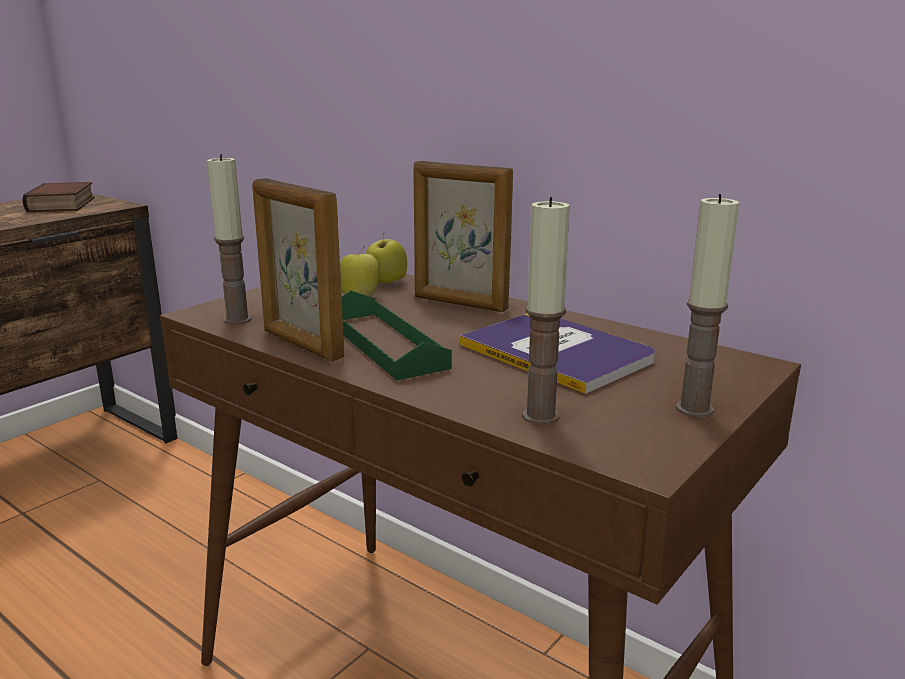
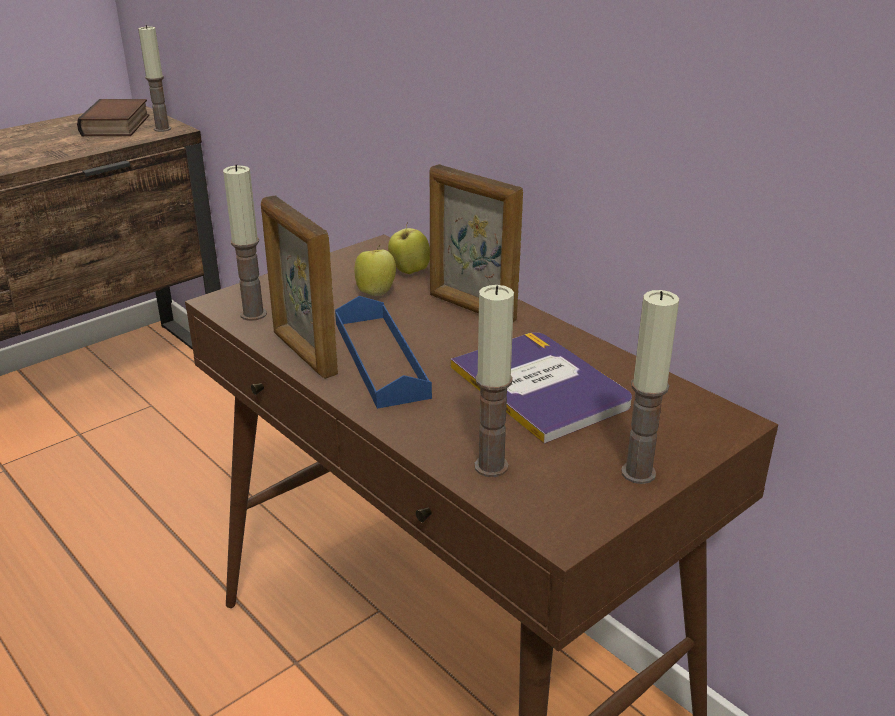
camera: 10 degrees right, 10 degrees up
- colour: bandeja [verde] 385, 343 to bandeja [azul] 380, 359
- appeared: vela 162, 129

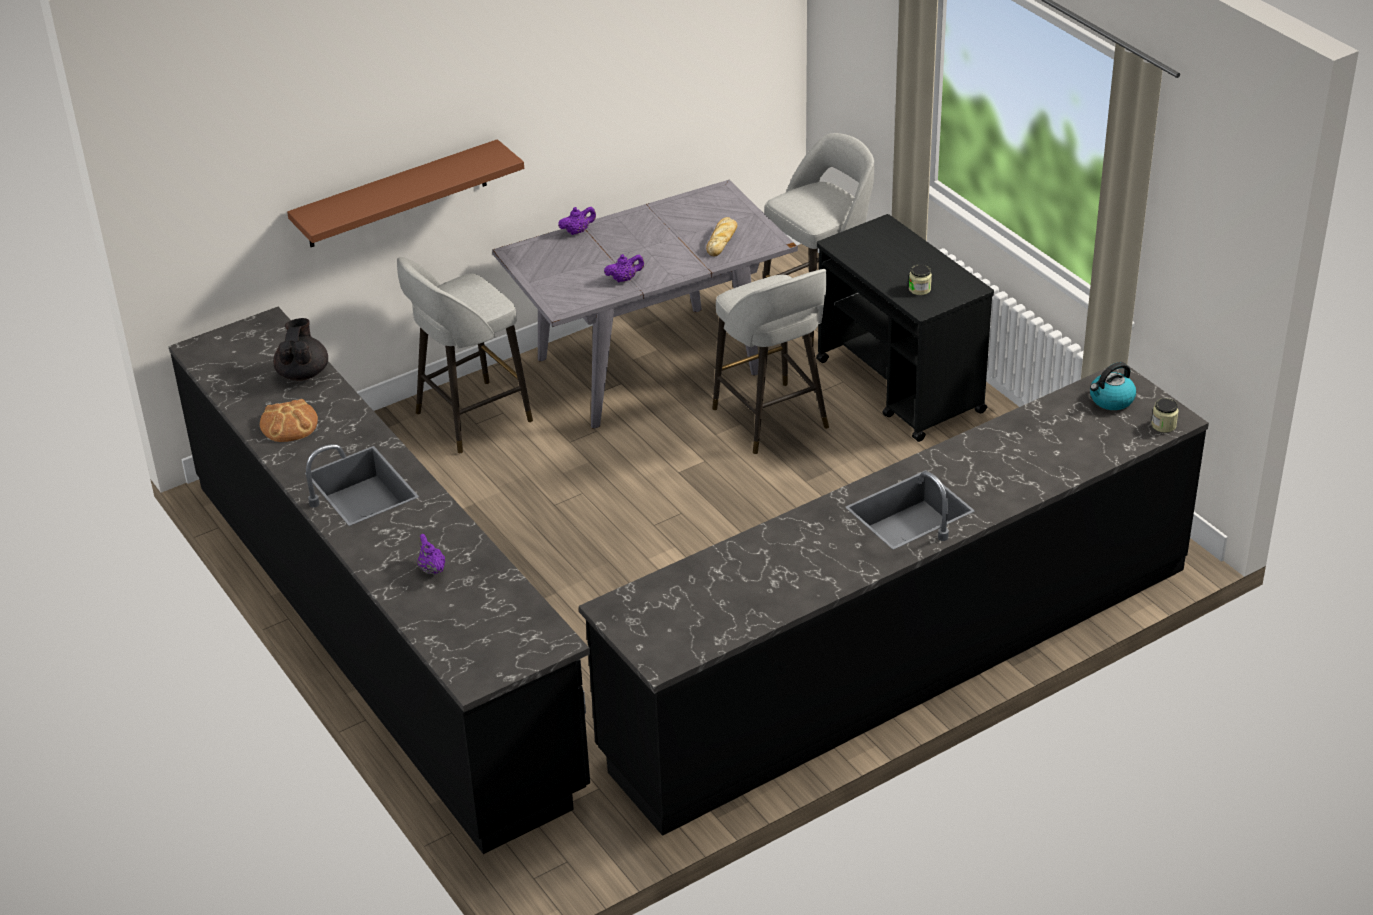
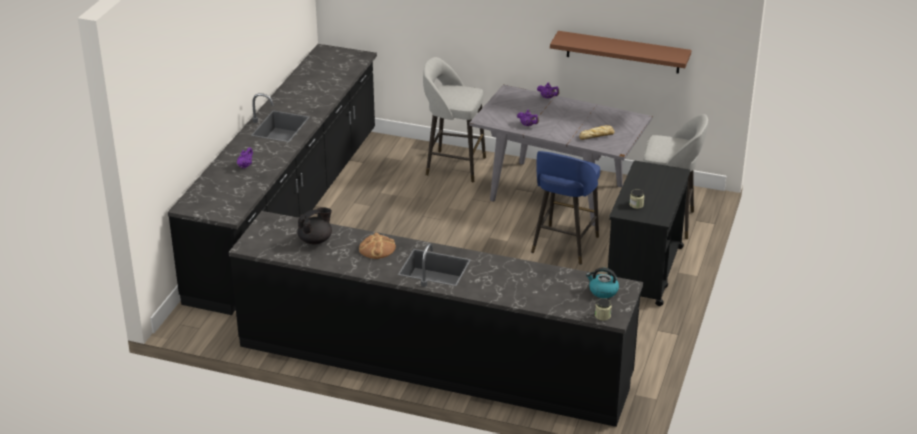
camera: 50 degrees right, 5 degrees down
- relocated: pan 289, 424 to 377, 248
- relocated: tetera [negro] 303, 373 to 315, 240
- relocated: estante [marrón] 397, 194 to 623, 52
- colour: taburete [gris] 772, 420 to taburete [azul] 564, 246

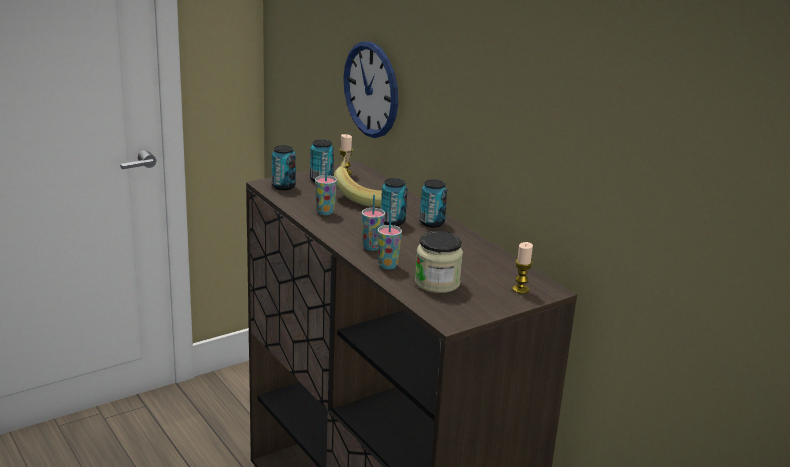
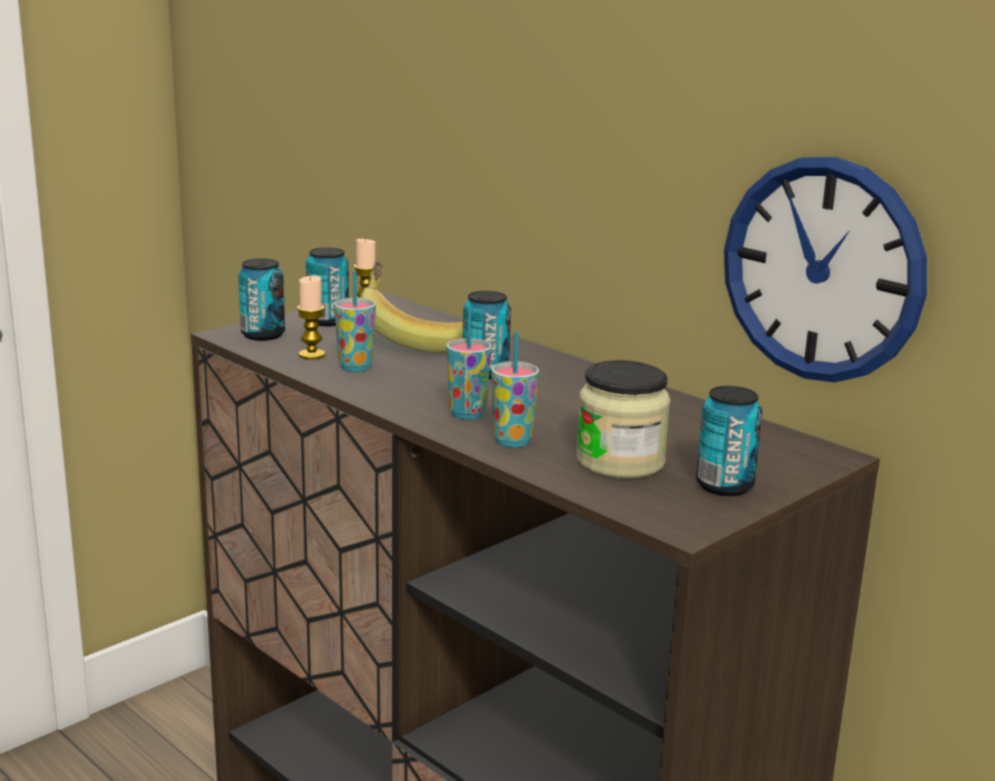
camera: 10 degrees left, 5 degrees down
- relocated: reloj de pared 371, 89 to 822, 270
- relocated: lata 432, 223 to 724, 486
- relocated: vela 520, 289 to 311, 355

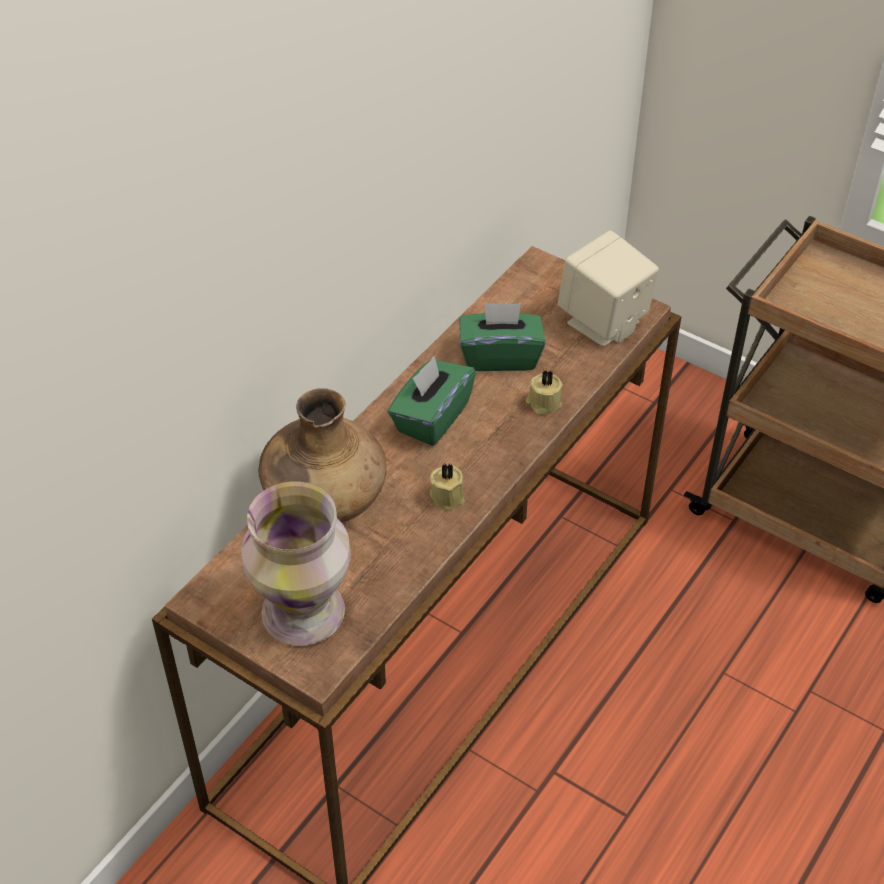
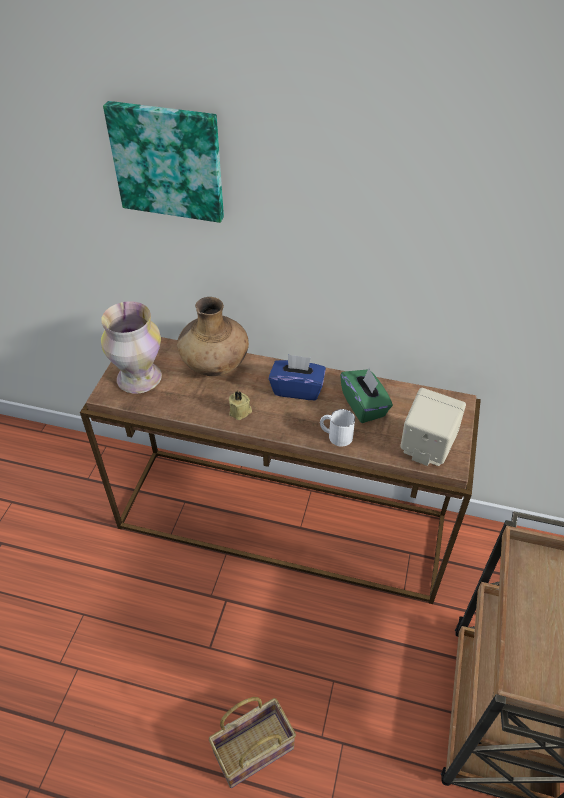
camera: 70 degrees right, 0 degrees up
- colour: caja de pañuelos [verde] 431, 418 to caja de pañuelos [azul] 297, 389
- exchanged: vela [beis] 543, 403 to taza grande [blanco] 335, 435
- appeared: cuadro 168, 161
- appeared: cesta 254, 747

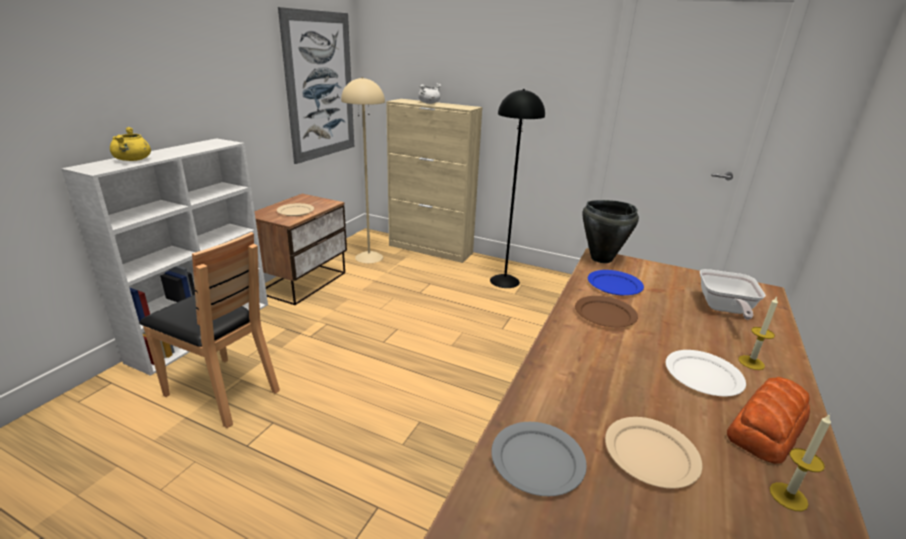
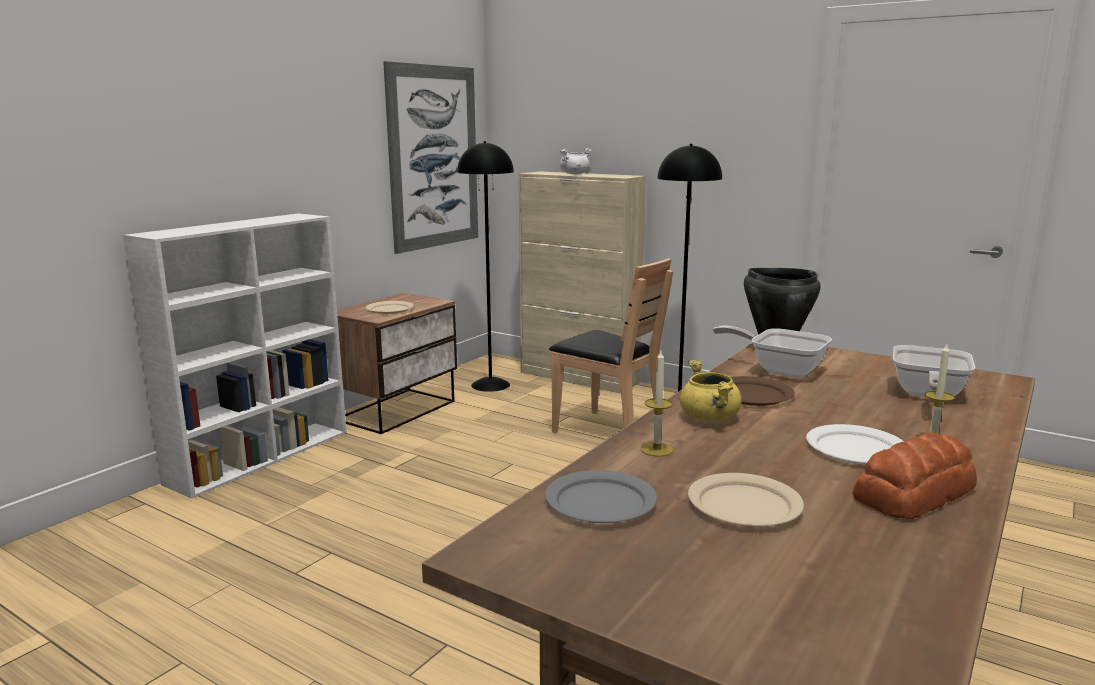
camera: 10 degrees right, 10 degrees down
- relocated: olla [amarillo] 133, 160 to 709, 418
- relocated: silla [marrón] 223, 391 to 608, 432
- colour: lámpara de pie [beis] 369, 257 to lámpara de pie [negro] 490, 385
- exchanged: plato [azul] 614, 285 to sartén 780, 370
- relocated: vela 788, 496 to 656, 449

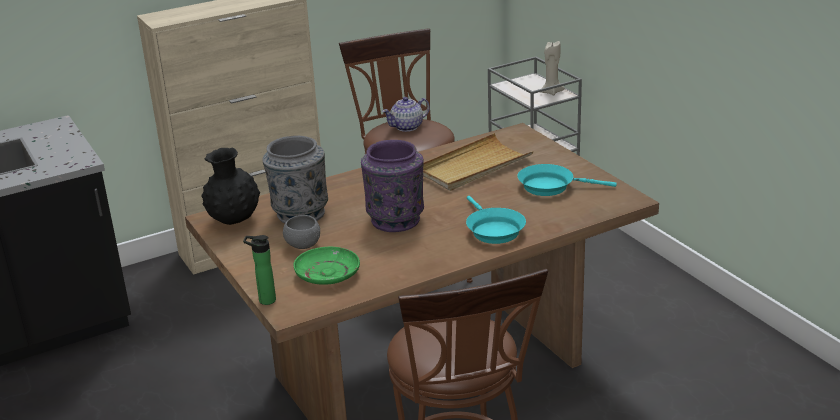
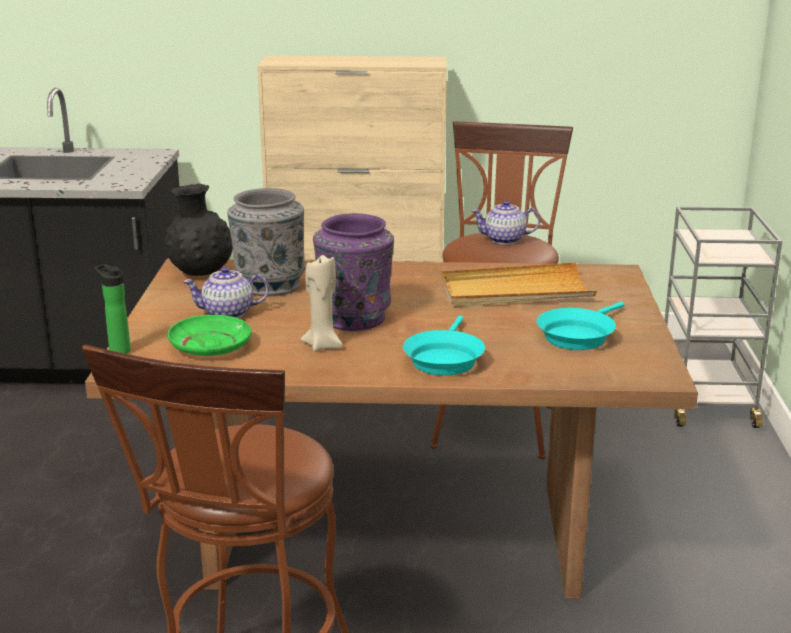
camera: 30 degrees right, 5 degrees down
- exchanged: cuenco [gris] 303, 245 to tetera 228, 313
- spun: sartén [turquesa] 551, 186 = 578, 335 90 degrees counterclockwise
- relocated: vela [beis] 551, 92 to 323, 346

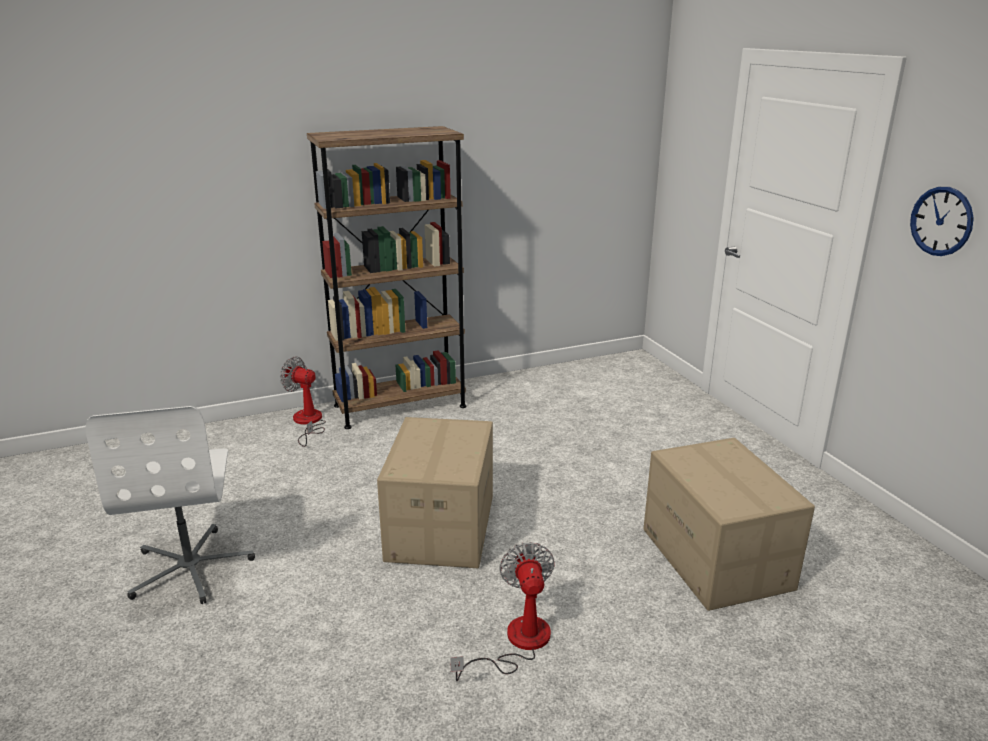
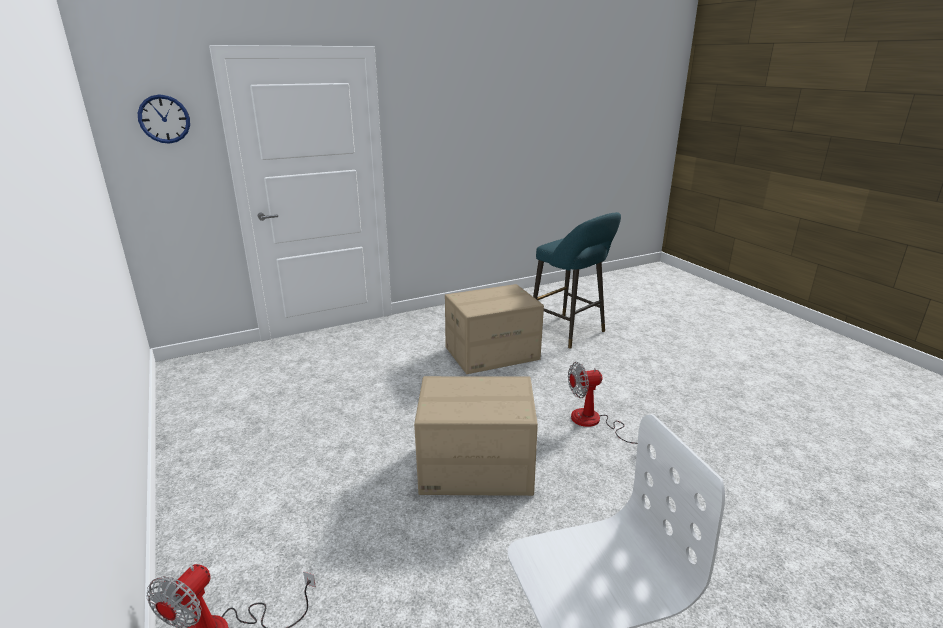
camera: 95 degrees left, 0 degrees up
- missing: estantería [marrón] 400, 406
- relocated: reloj de pared 941, 221 to 164, 119
- appeared: taburete [turquesa] 570, 332

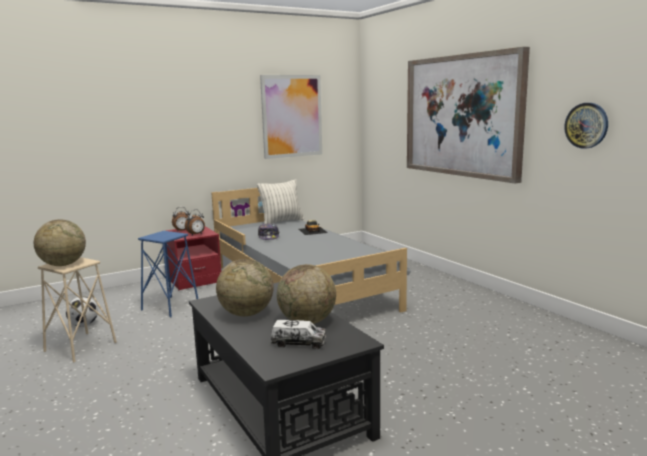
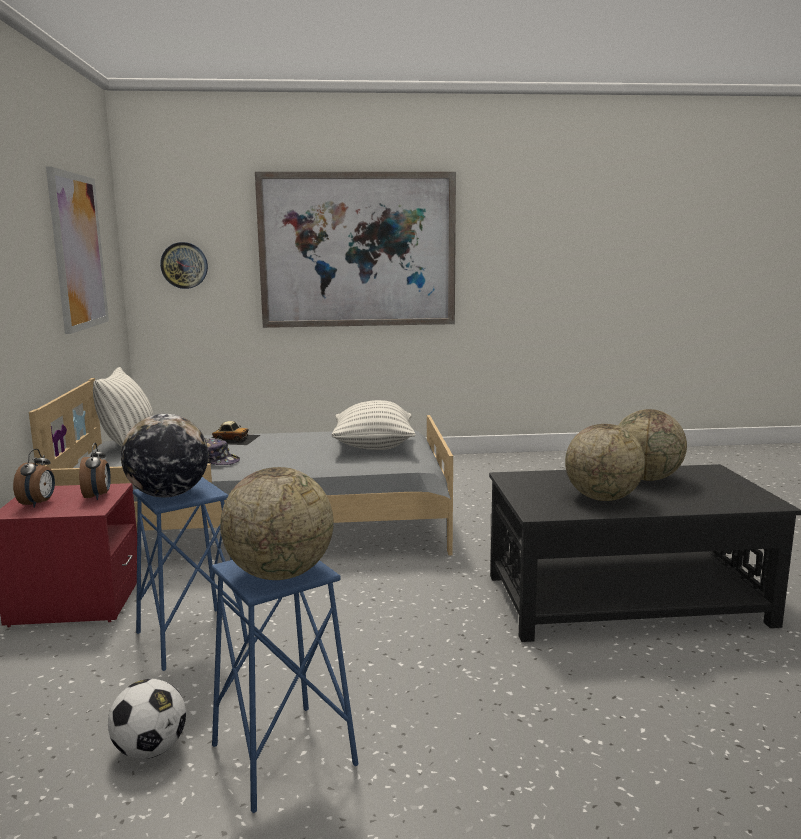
camera: 65 degrees left, 0 degrees up
- colour: taburete [beis] 80, 347 to taburete [azul] 282, 755
- missing: camión de juguete 299, 343
- relocated: reloj de pared 586, 125 to 184, 265
- appeared: globo terráqueo 168, 495
- appeared: cojín 374, 447

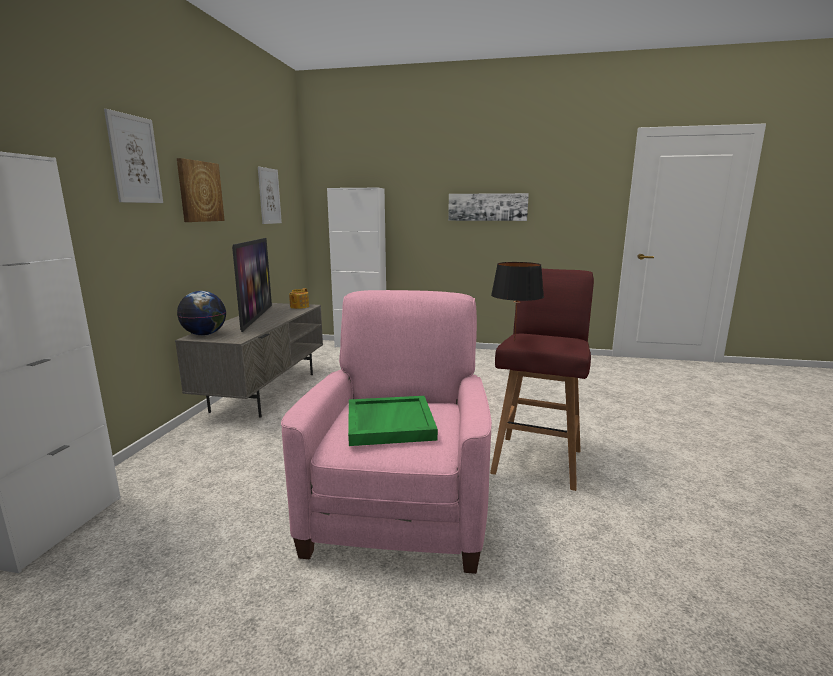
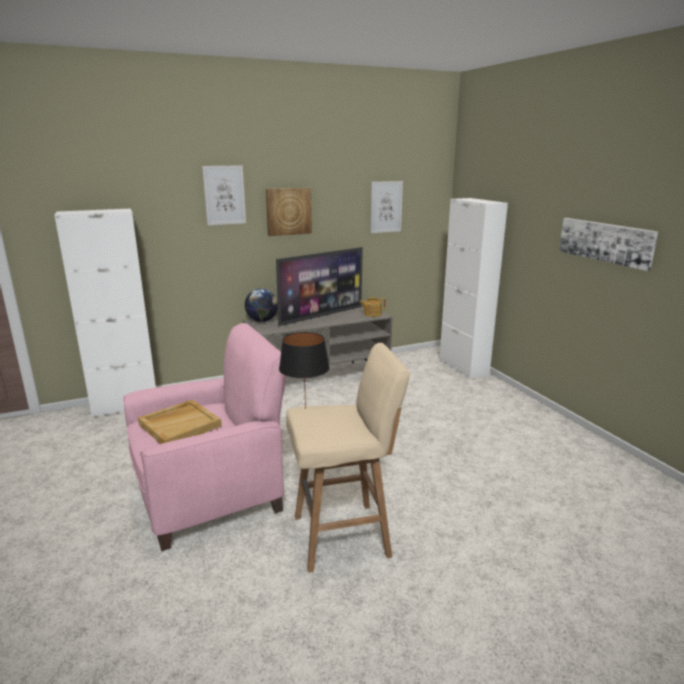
camera: 55 degrees right, 5 degrees up
- colour: bandeja [verde] 389, 423 to bandeja [beis] 180, 425
- colour: taburete [rojo] 538, 460 to taburete [beis] 344, 536

